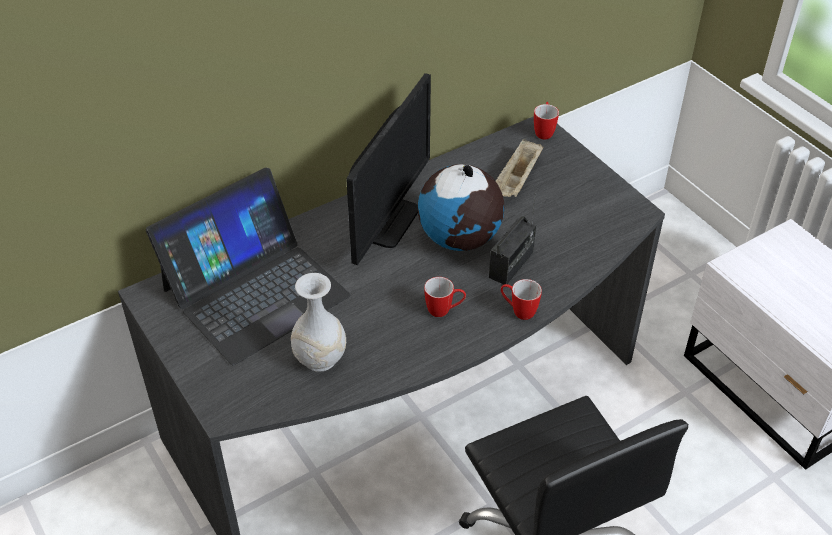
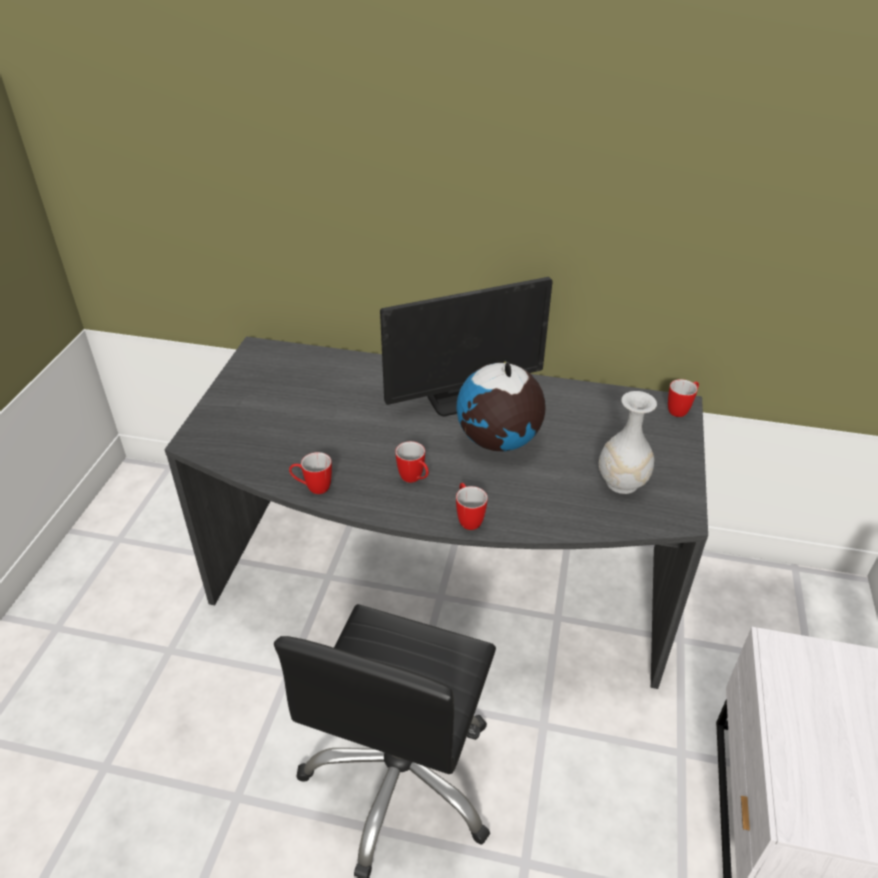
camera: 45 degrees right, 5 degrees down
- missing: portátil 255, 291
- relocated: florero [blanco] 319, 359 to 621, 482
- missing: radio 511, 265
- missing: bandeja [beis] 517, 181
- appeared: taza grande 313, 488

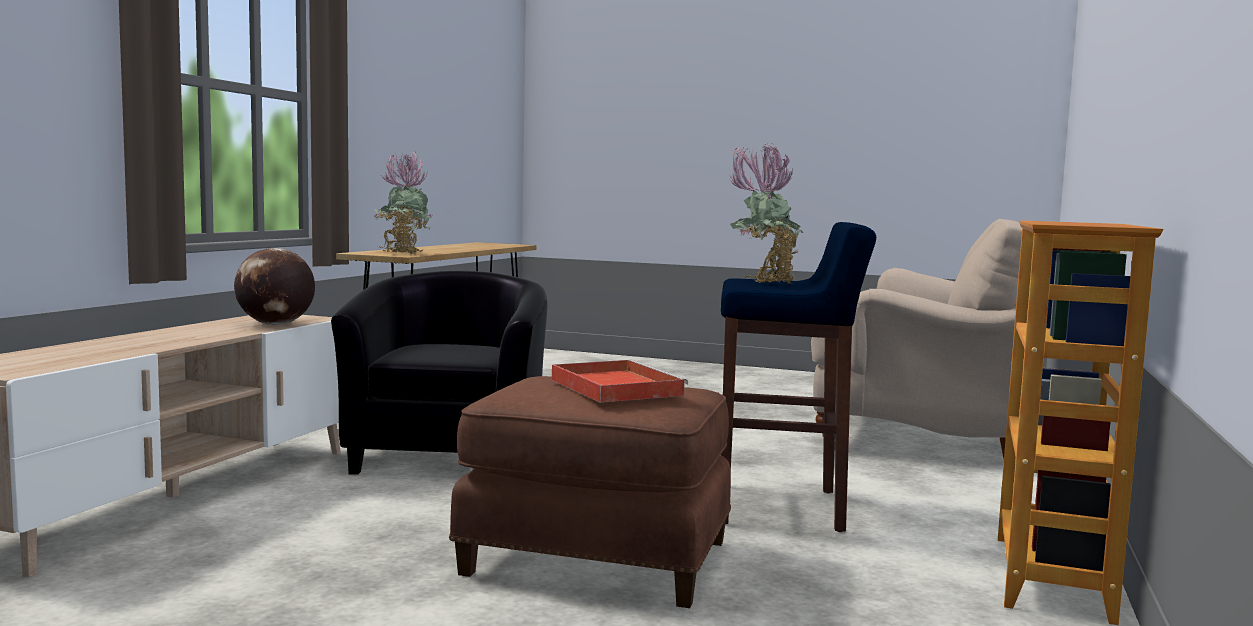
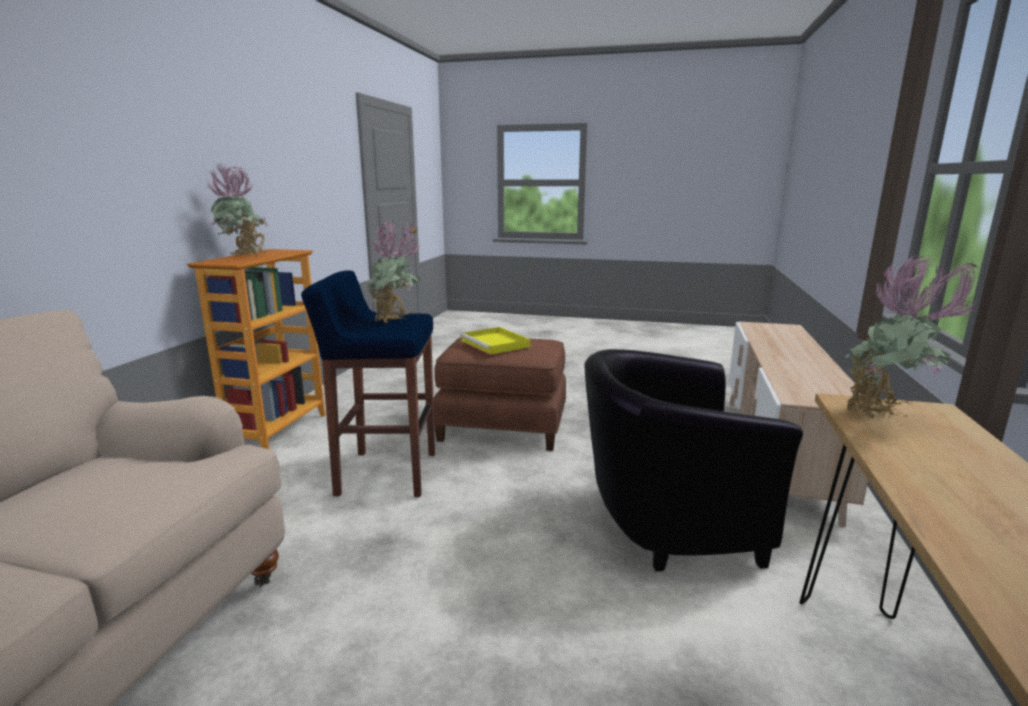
camera: 175 degrees right, 10 degrees up
- missing: globo terráqueo 275, 324
- spun: sillón [negro] 450, 455 = 665, 522 90 degrees clockwise
- colour: bandeja [rojo] 614, 387 to bandeja [amarillo] 496, 344
- appeared: planta en maceta 245, 256

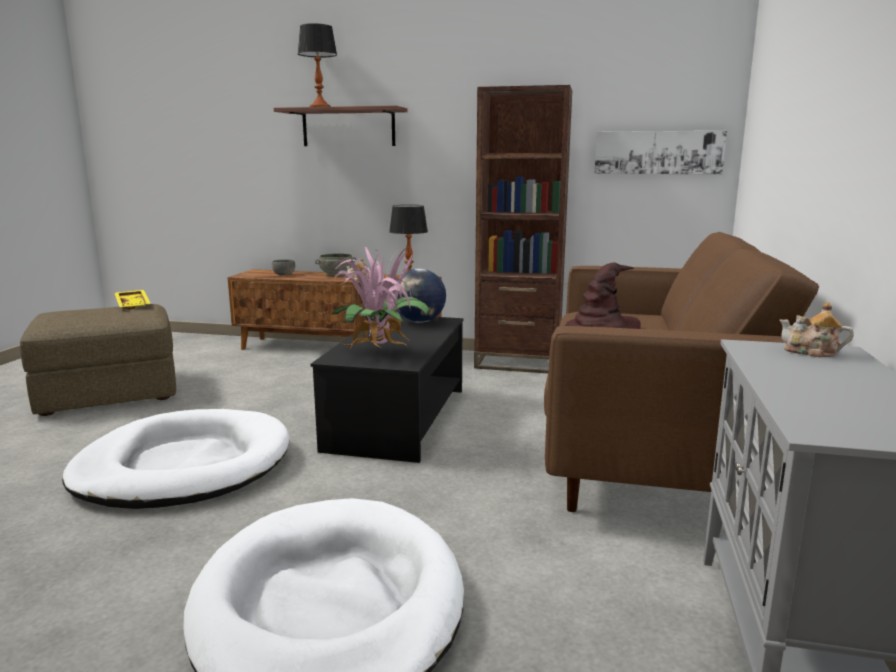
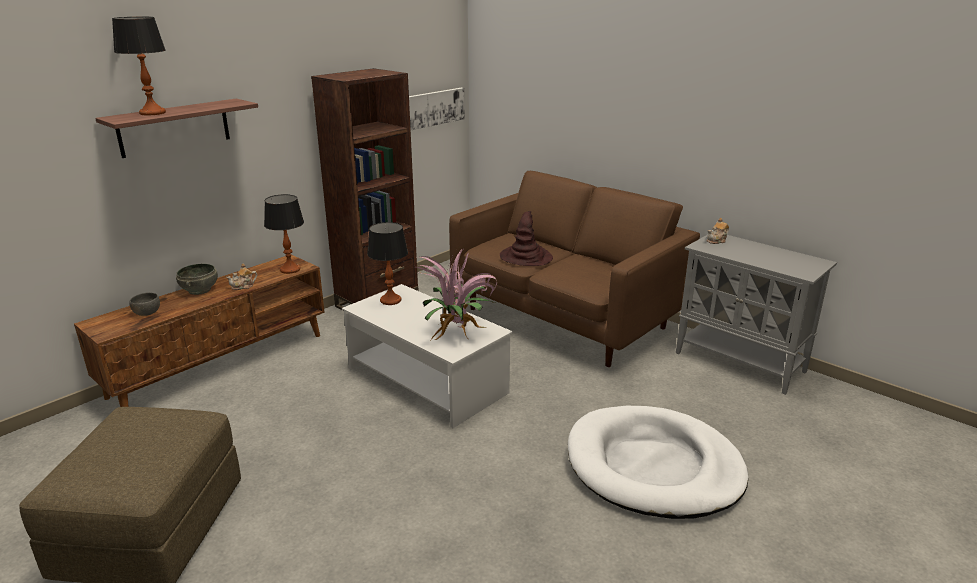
camera: 60 degrees left, 10 degrees up
- missing: cama para perro [blanco] 184, 466
- missing: bandeja [amarillo] 134, 305
- colour: mesa de centro [negro] 397, 419 to mesa de centro [blanco] 427, 380
- exchanged: globo terráqueo 419, 322 to lámpara de mesa 390, 300

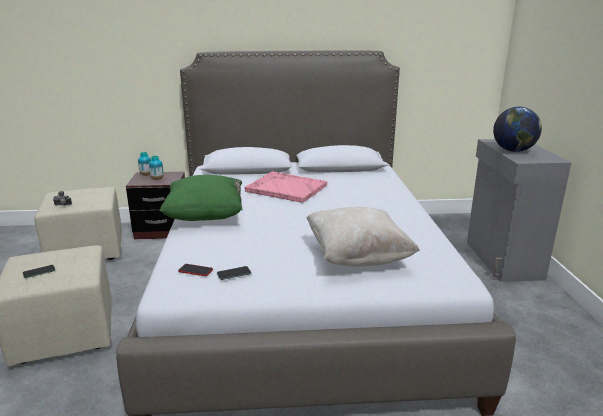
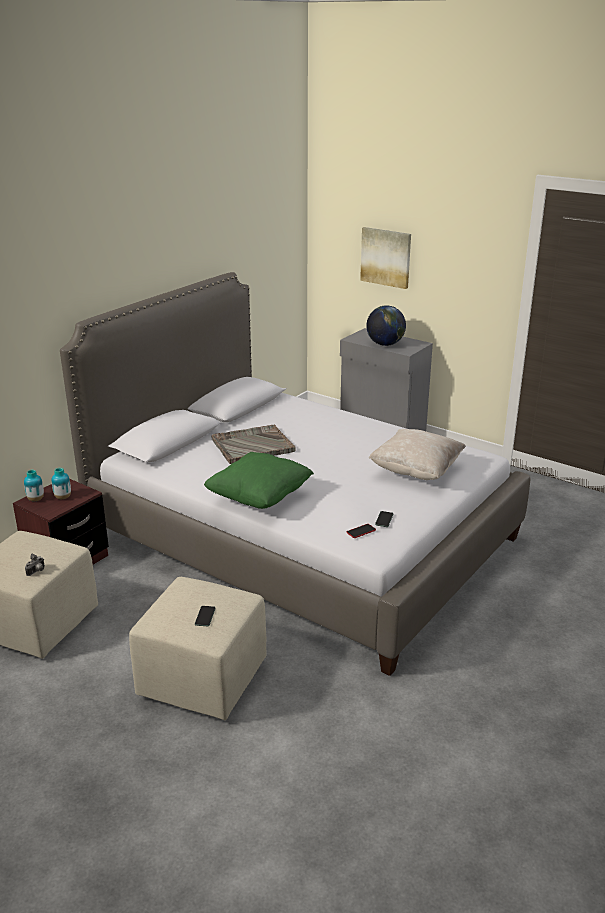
camera: 50 degrees left, 5 degrees up
- colour: bandeja [rosa] 286, 188 to bandeja [gris] 252, 445
- appeared: cuadro 386, 257

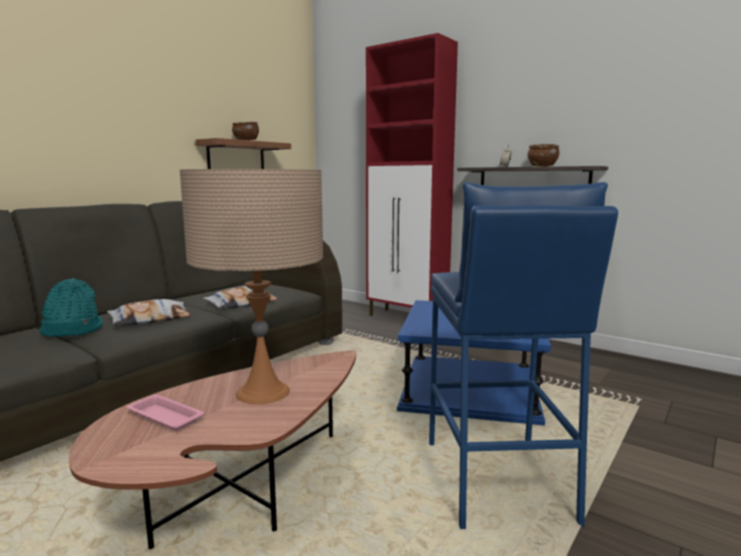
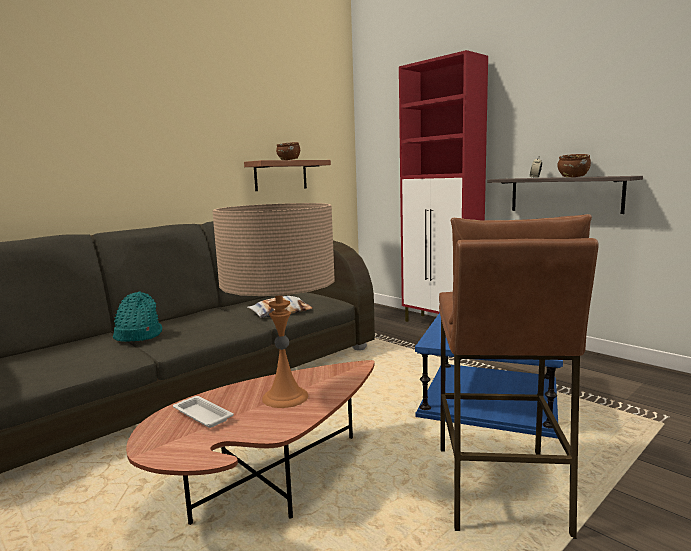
camera: 10 degrees right, 0 degrees up
- missing: cojín 150, 319
- colour: bandeja [rosa] 164, 416 to bandeja [blanco] 202, 415
- colour: taburete [azul] 497, 480 to taburete [marrón] 499, 488

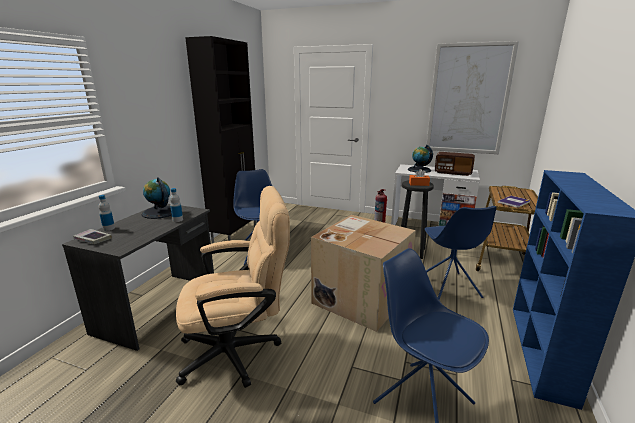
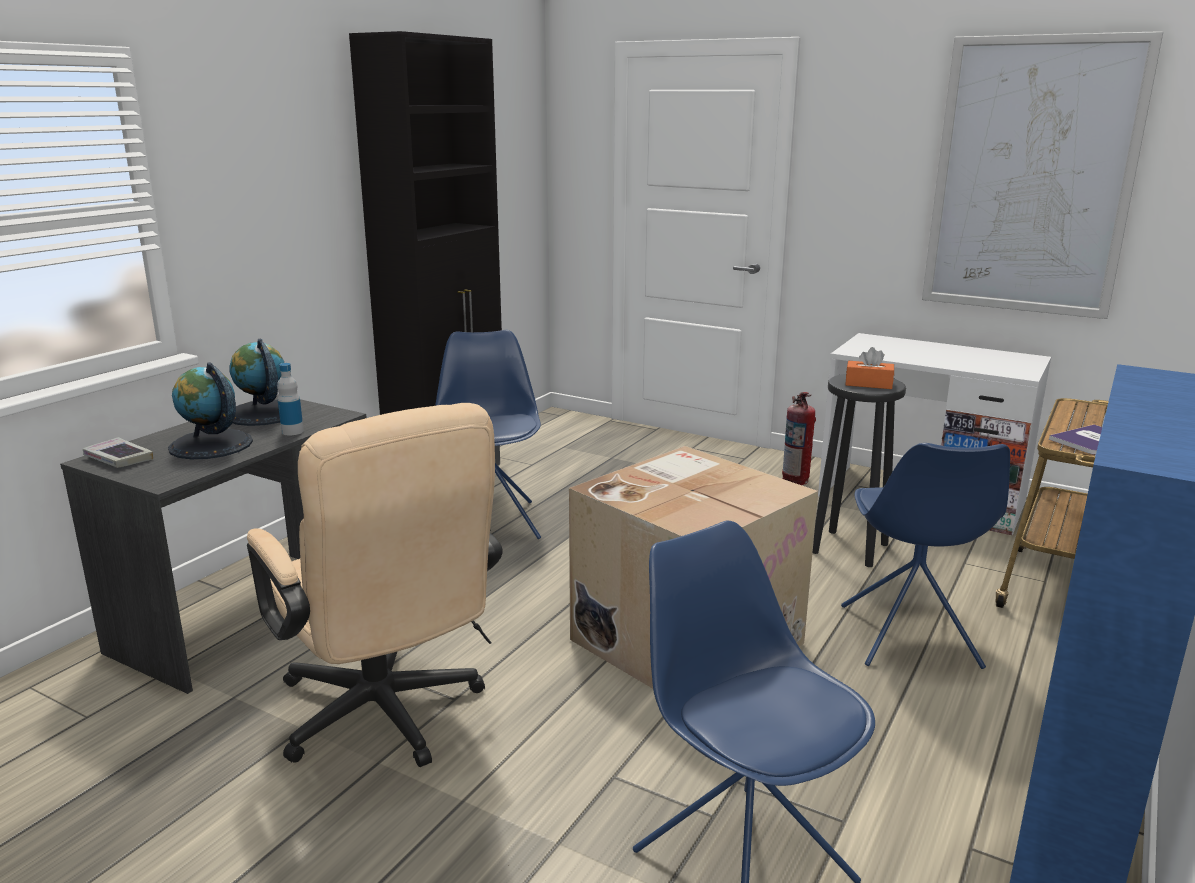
camera: 10 degrees right, 0 degrees up
- missing: botella 109, 228
- spun: silla de oficina [beis] 239, 351 = 386, 718 60 degrees clockwise
- relocated: globo terráqueo 419, 170 to 210, 445
- missing: radio 453, 172

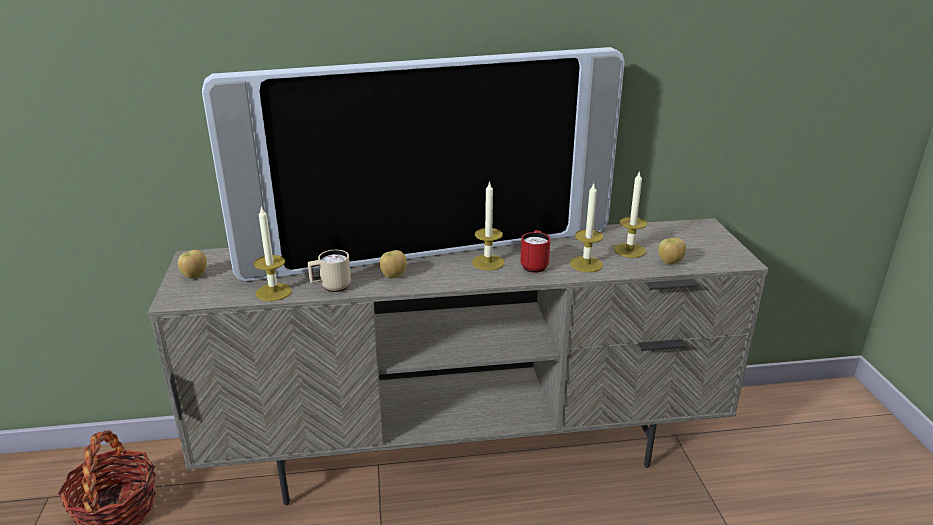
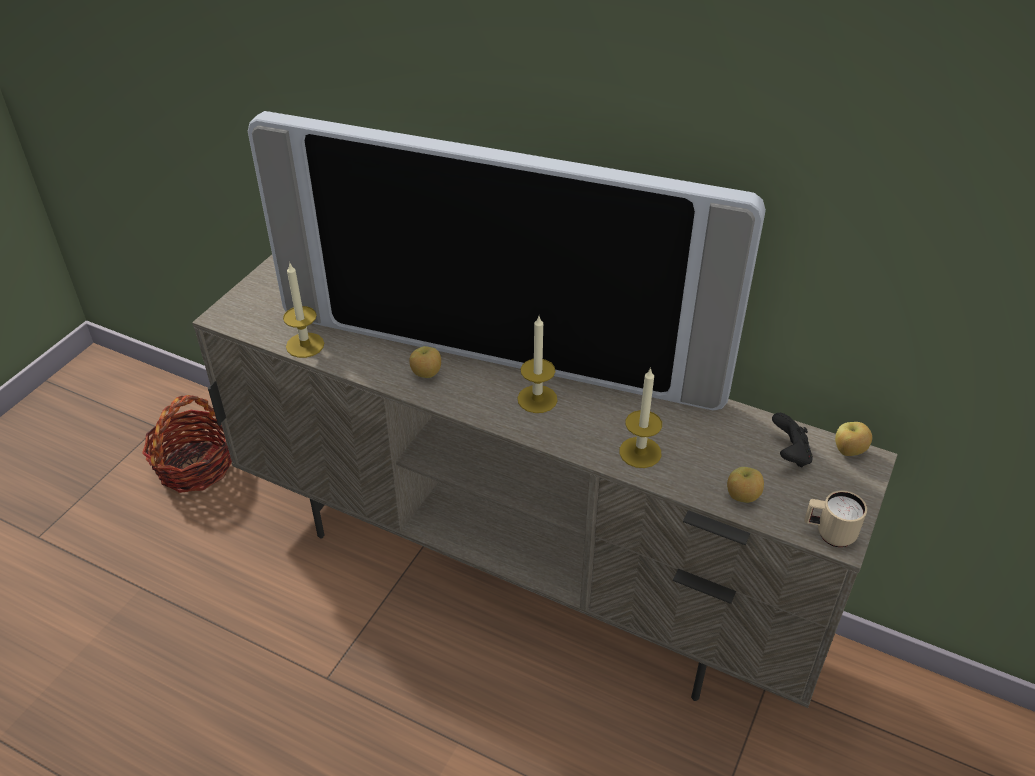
camera: 35 degrees right, 15 degrees up
- relocated: manzana 194, 276 to 848, 451
- relocated: taza grande [beis] 331, 287 to 828, 534
- missing: taza grande [rojo] 534, 265
- missing: vela 629, 250
- appeared: mando de consola [negro] 789, 454

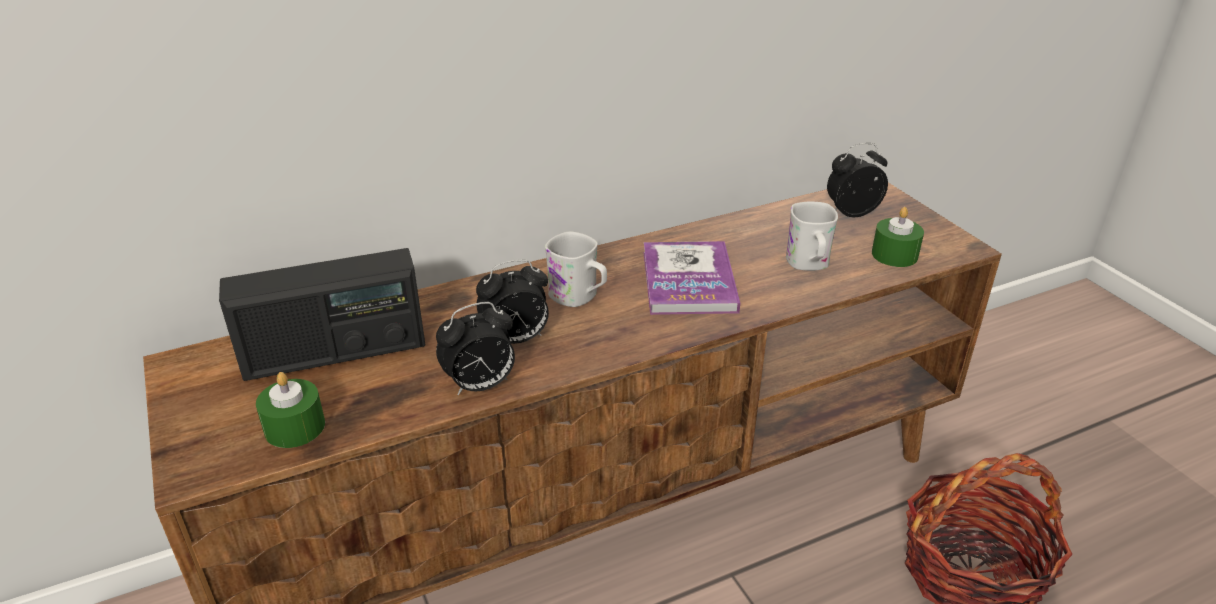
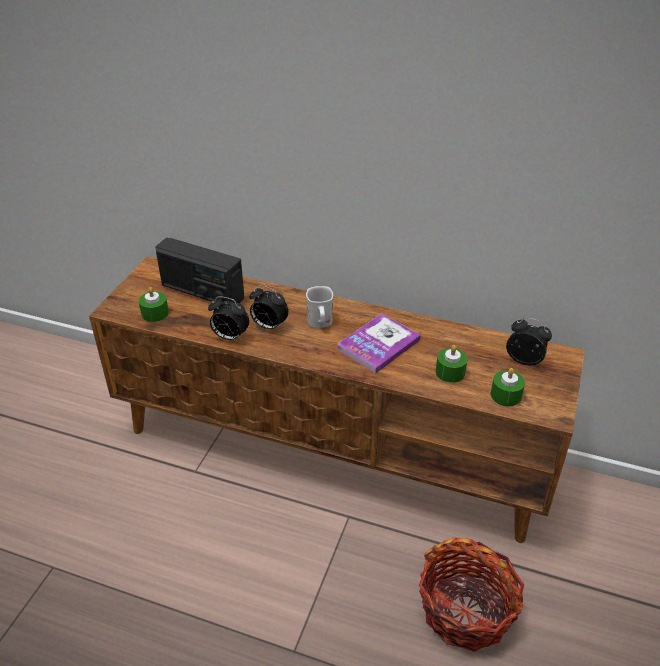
camera: 45 degrees right, 5 degrees up
- exchanged: taza grande [blanco] 809, 264 to vela [verde] 450, 372

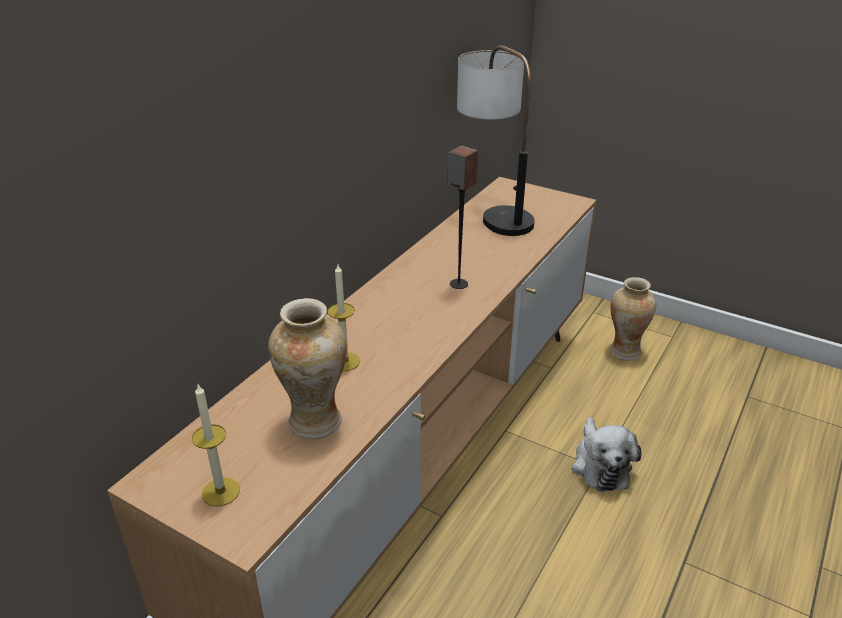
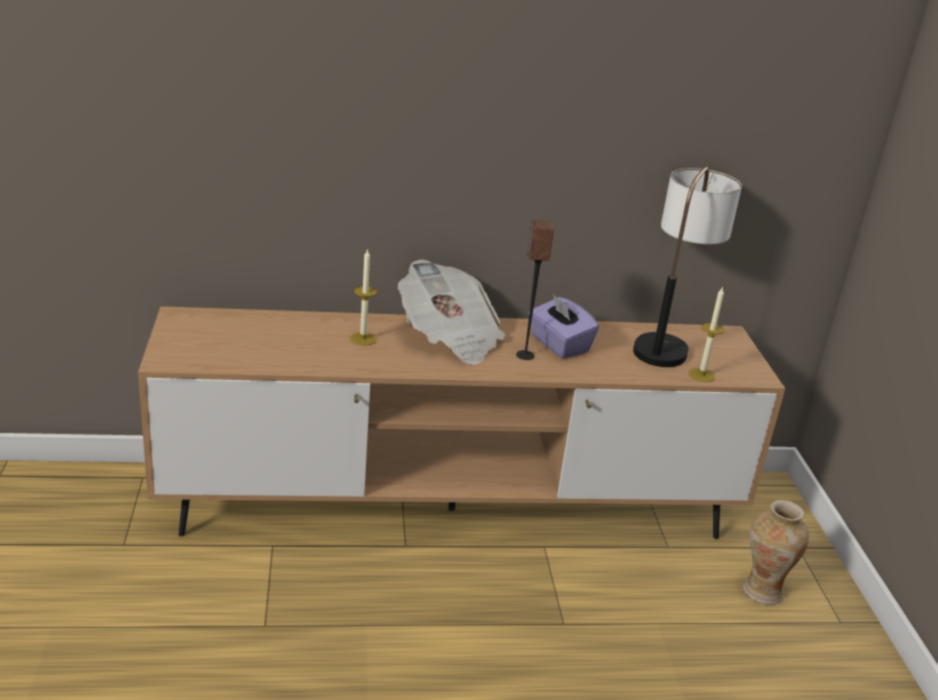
camera: 50 degrees right, 5 degrees down
- relocated: vela 220, 492 to 701, 375
- missing: florero 315, 423
- missing: peluche 600, 465
- appeared: periódico 449, 338
- appeared: caja de pañuelos [morado] 558, 345

